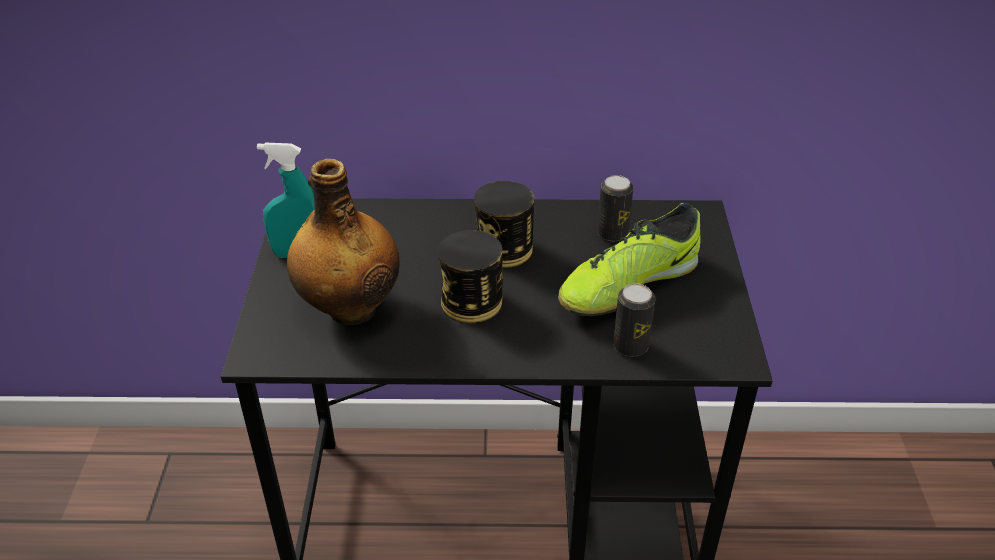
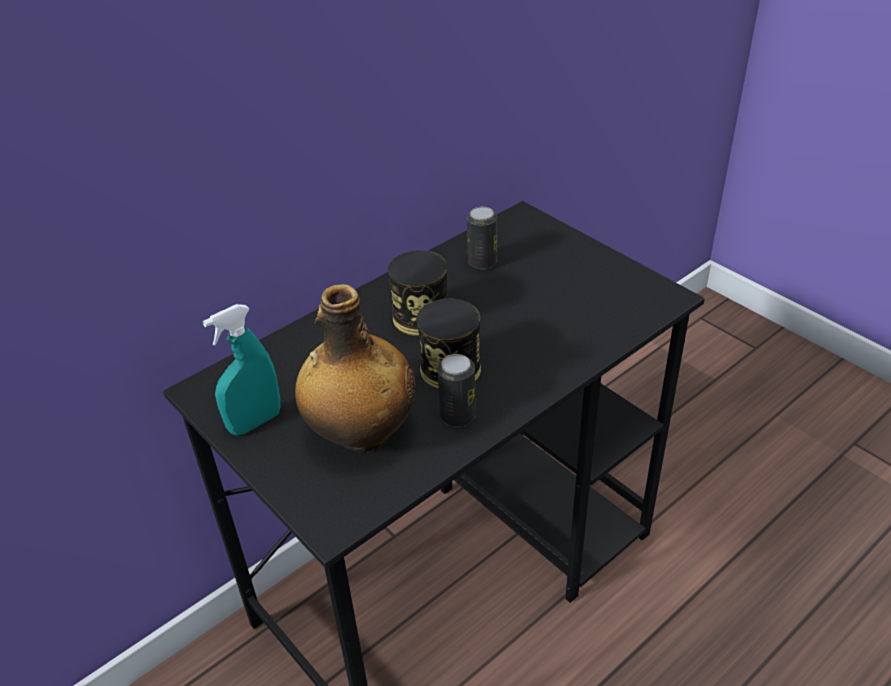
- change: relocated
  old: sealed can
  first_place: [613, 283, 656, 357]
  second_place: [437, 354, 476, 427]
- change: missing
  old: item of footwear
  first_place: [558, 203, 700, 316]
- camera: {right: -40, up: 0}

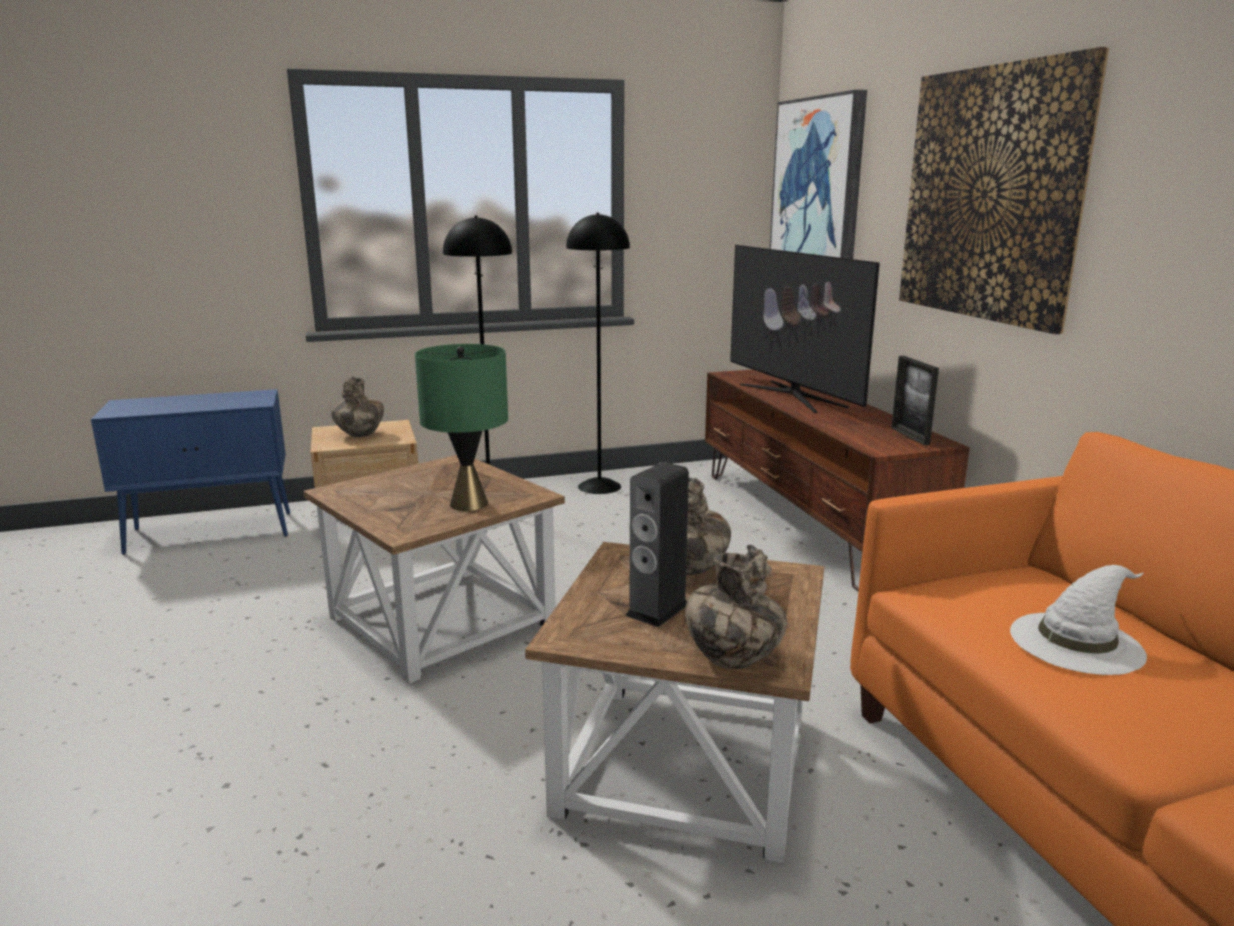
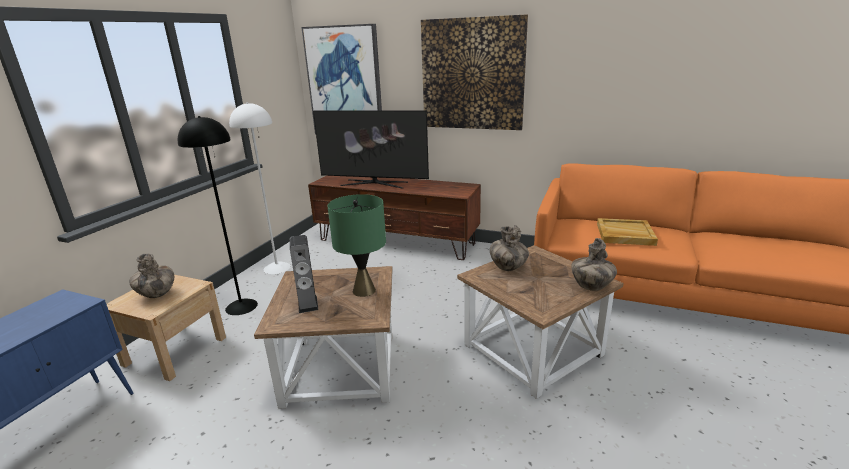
- change: colour
  old: black-coloured floor lamp
  new: white floor lamp
  first_place: [566, 213, 630, 494]
  second_place: [229, 102, 291, 274]
- change: relocated
  old: audio speaker
  first_place: [625, 462, 689, 627]
  second_place: [290, 235, 318, 313]
- change: exchanged
  old: white clothing hat
  new: sand-coloured carrying tray
  first_place: [1010, 565, 1147, 675]
  second_place: [597, 218, 658, 246]
- change: missing
  old: picture frame
  first_place: [891, 356, 939, 445]
- camera: {right: -50, up: 5}

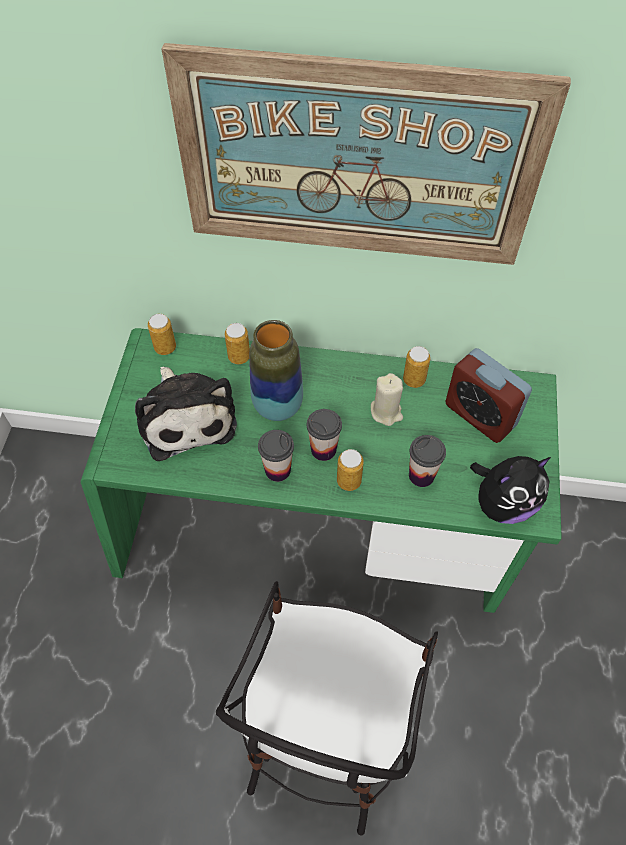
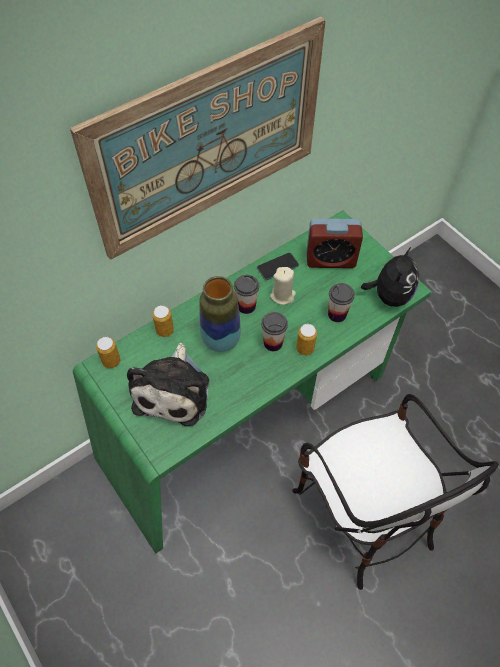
- change: spun
  old: cuddly toy
  first_place: [135, 367, 237, 461]
  second_place: [127, 343, 209, 427]
  degrees: 75
- change: relocated
  old: drinking cup
  first_place: [258, 430, 294, 482]
  second_place: [234, 275, 259, 314]
- change: exchanged
  old: sealed can
  new: phone
  first_place: [403, 346, 431, 388]
  second_place: [257, 253, 299, 280]
- camera: {right: -45, up: 0}

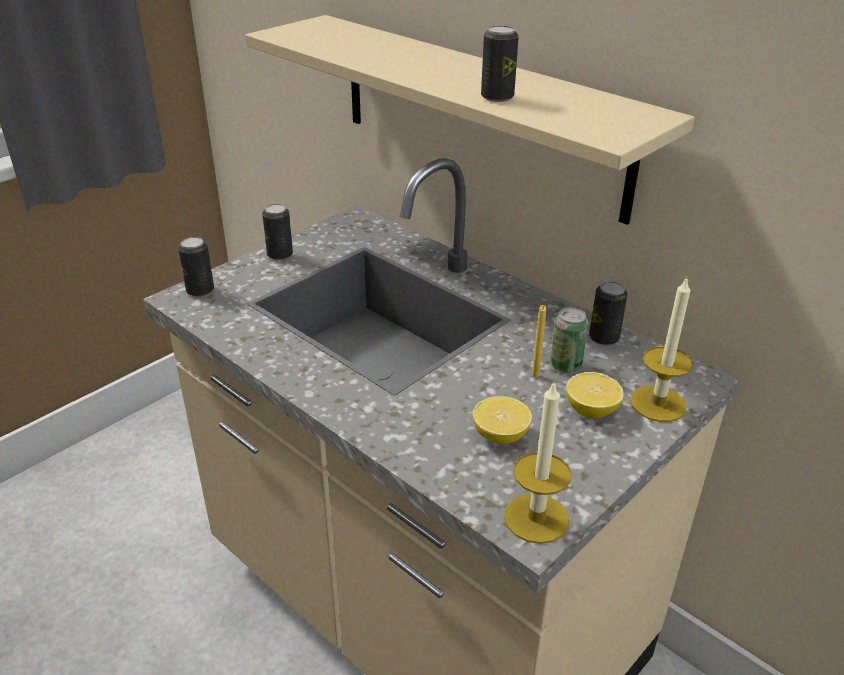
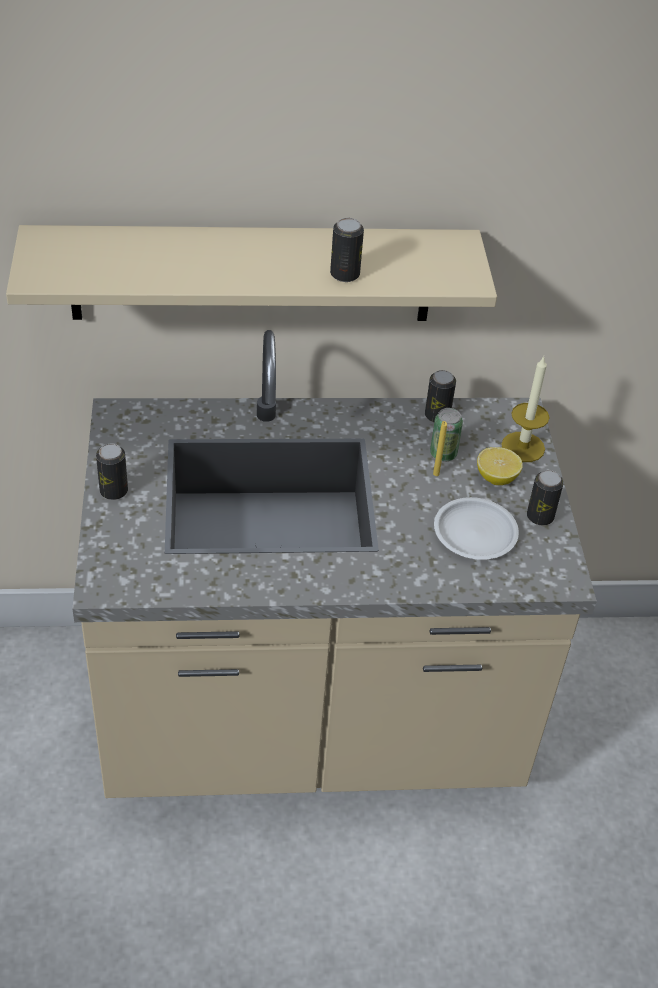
- change: exchanged
  old: whole lemon
  new: white dinner plate
  first_place: [472, 396, 532, 444]
  second_place: [434, 497, 519, 560]
- change: relocated
  old: sealed can
  first_place: [178, 237, 214, 297]
  second_place: [527, 470, 564, 525]
- change: missing
  old: wax light
  first_place: [504, 380, 571, 544]
- camera: {right: -50, up: 10}

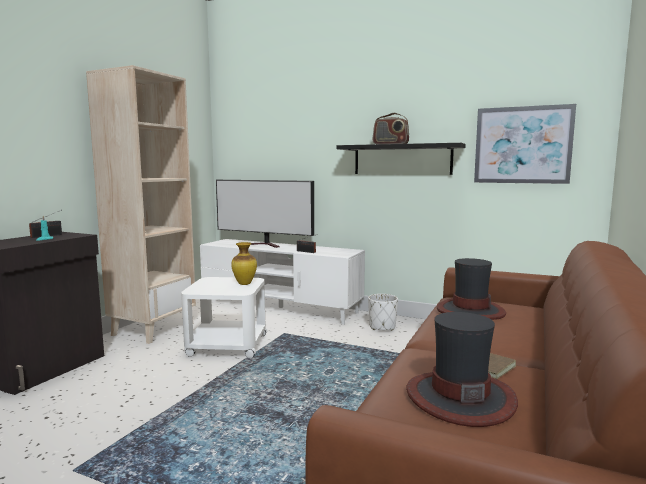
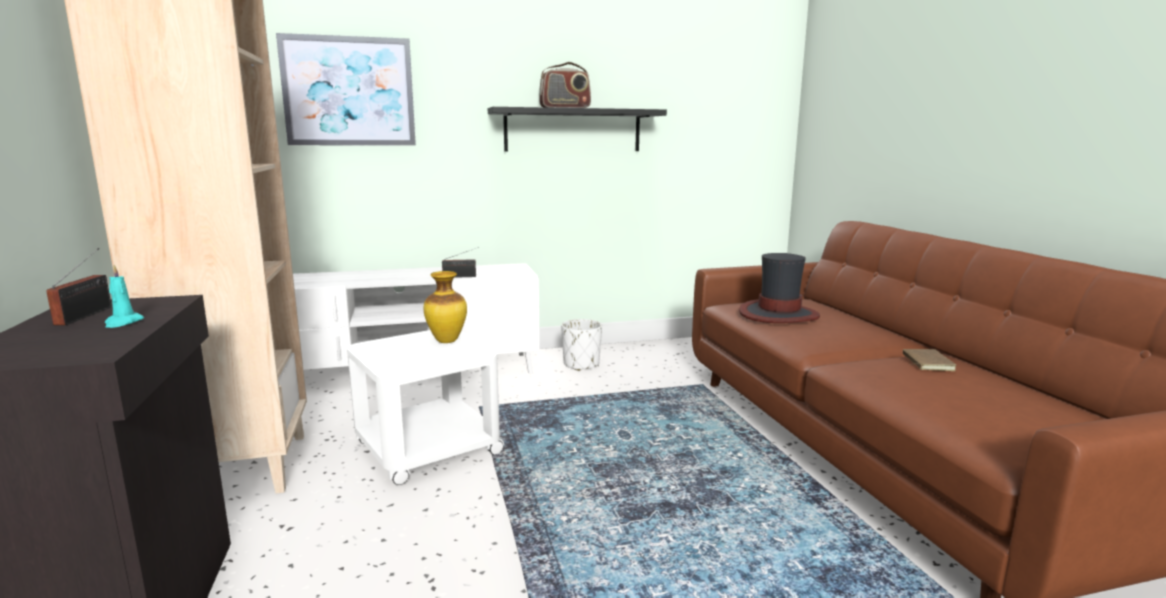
- change: relocated
  old: wall picture
  first_place: [474, 104, 576, 184]
  second_place: [276, 33, 416, 146]
- change: missing
  old: TV
  first_place: [216, 180, 314, 248]
- change: missing
  old: clothing hat
  first_place: [406, 312, 518, 427]
- camera: {right: -40, up: 5}

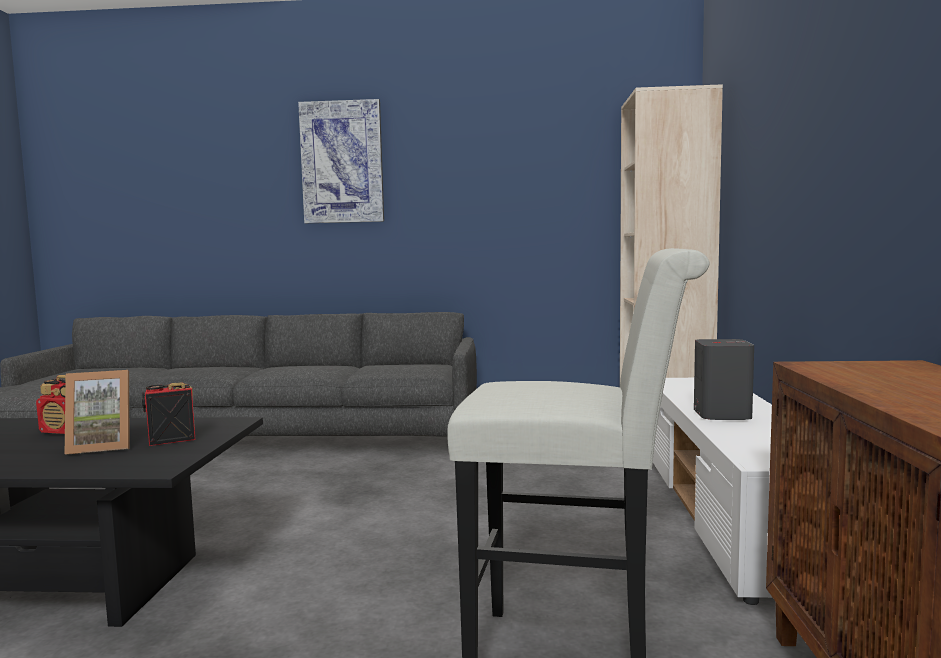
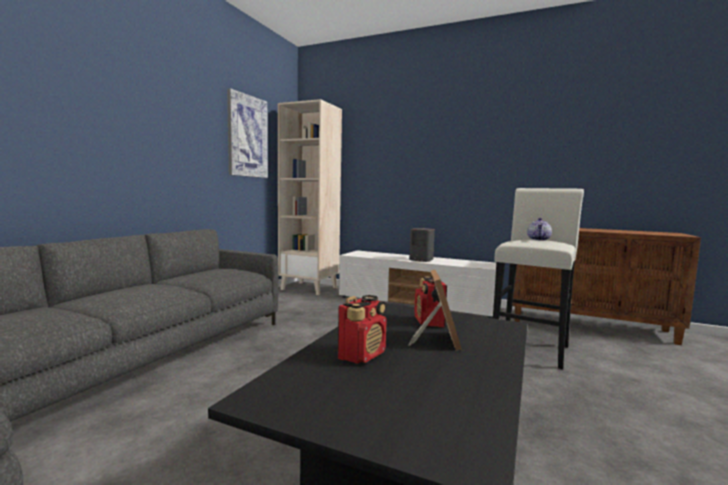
- change: relocated
  old: wall picture
  first_place: [298, 99, 384, 223]
  second_place: [227, 88, 268, 178]
- change: appeared
  new: pot for tea
  second_place: [527, 218, 552, 241]
- camera: {right: -70, up: 0}

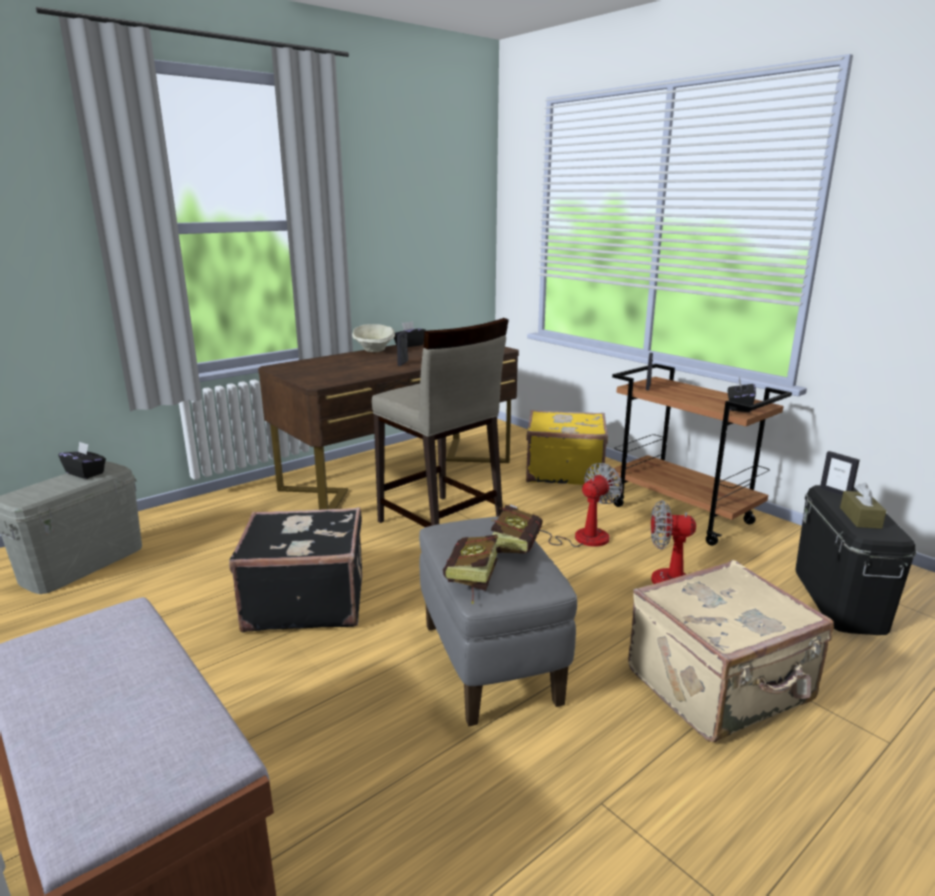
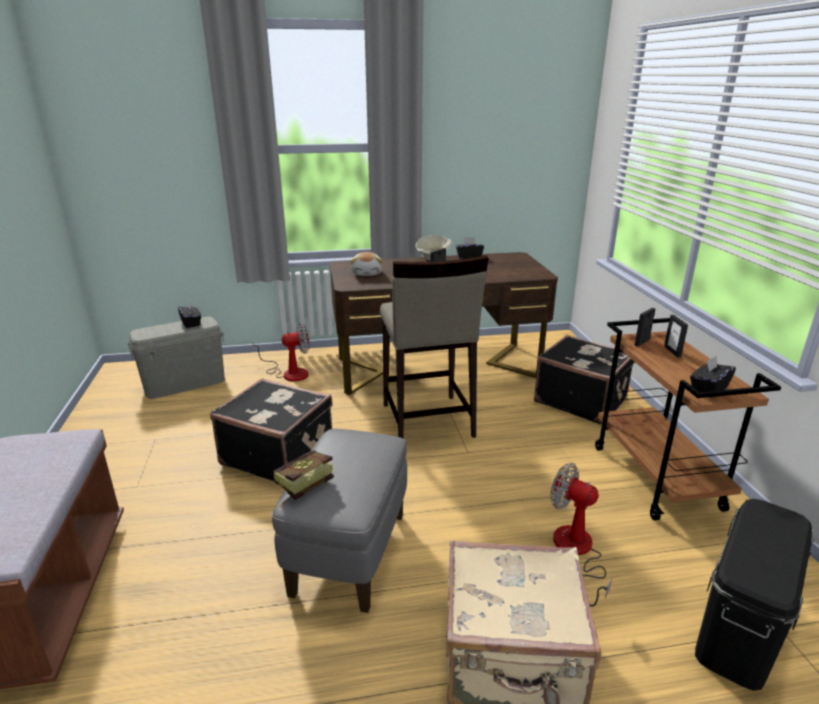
- change: relocated
  old: fan
  first_place: [510, 463, 623, 547]
  second_place: [252, 323, 310, 381]
- change: appeared
  new: cuddly toy
  second_place: [350, 252, 383, 276]
- change: colour
  old: yellow-coloured piece of luggage
  new: black-coloured piece of luggage
  first_place: [526, 410, 608, 485]
  second_place: [534, 335, 635, 425]
- change: relocated
  old: picture frame
  first_place: [820, 451, 860, 496]
  second_place: [664, 315, 688, 357]
- change: missing
  old: volume
  first_place: [491, 505, 543, 554]
- change: missing
  old: brown tissue box
  first_place: [840, 483, 886, 529]
- camera: {right: 30, up: 5}

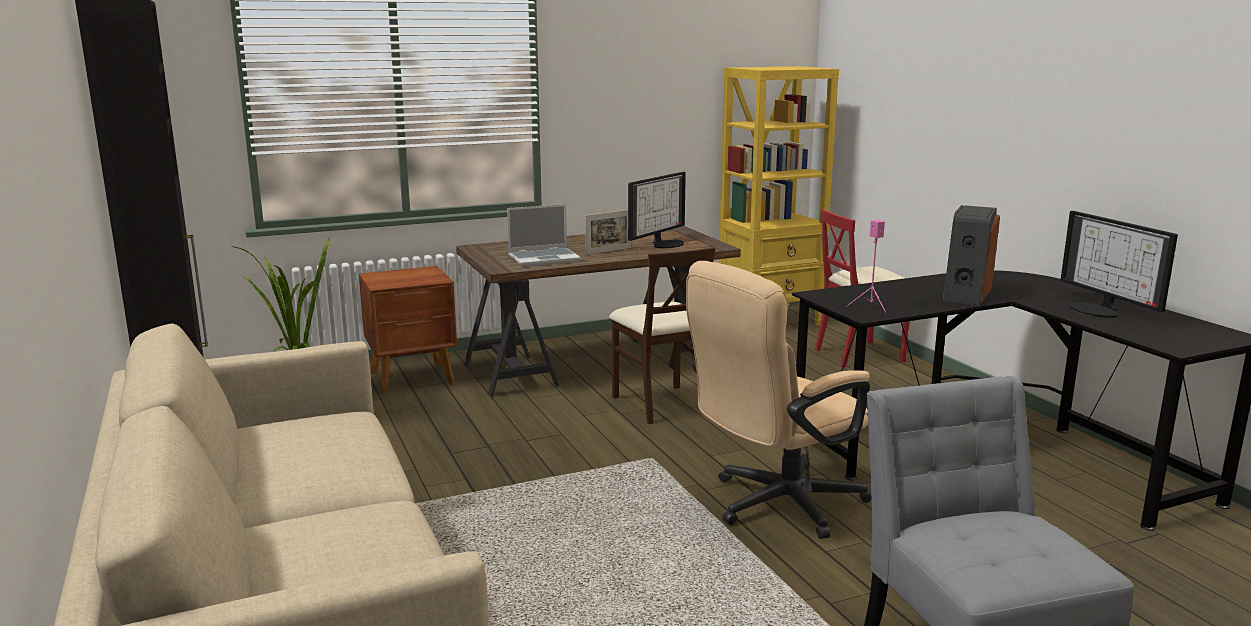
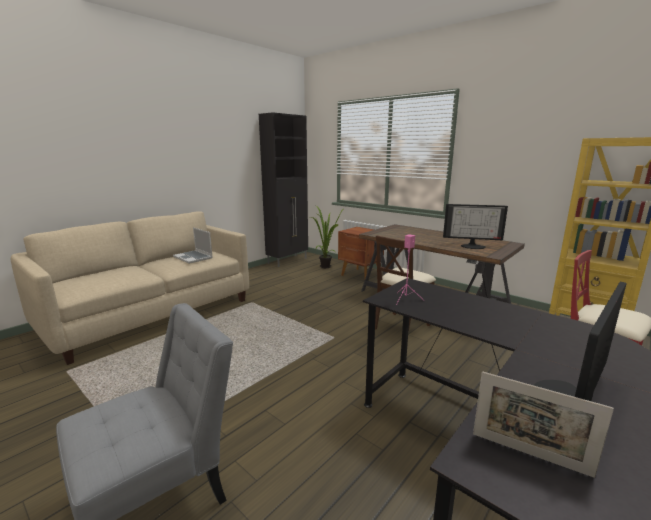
- change: relocated
  old: notebook computer
  first_place: [507, 204, 581, 267]
  second_place: [173, 227, 213, 264]
- change: relocated
  old: picture frame
  first_place: [585, 210, 632, 255]
  second_place: [473, 372, 614, 478]
- change: missing
  old: sand-coloured office chair
  first_place: [686, 261, 872, 539]
- change: missing
  old: audio speaker
  first_place: [943, 205, 1000, 305]
- camera: {right: 65, up: 0}

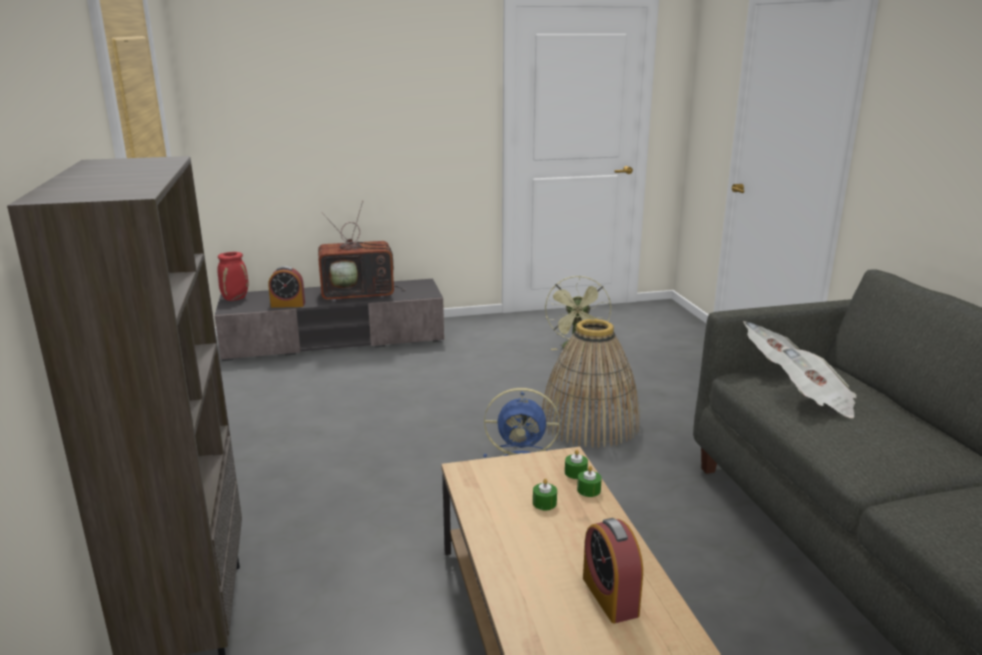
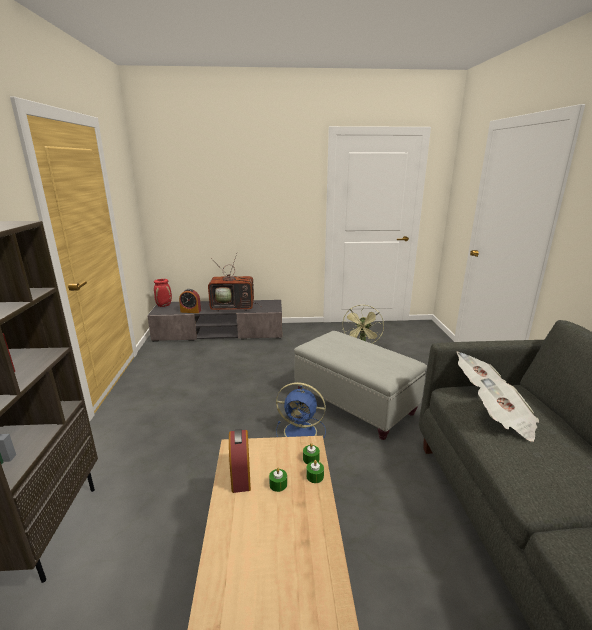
- change: relocated
  old: alarm clock
  first_place: [583, 518, 643, 623]
  second_place: [229, 429, 251, 493]
- change: exchanged
  old: household basket
  new: gray pouffe
  first_place: [542, 319, 640, 448]
  second_place: [294, 331, 427, 440]
- camera: {right: 10, up: 0}

